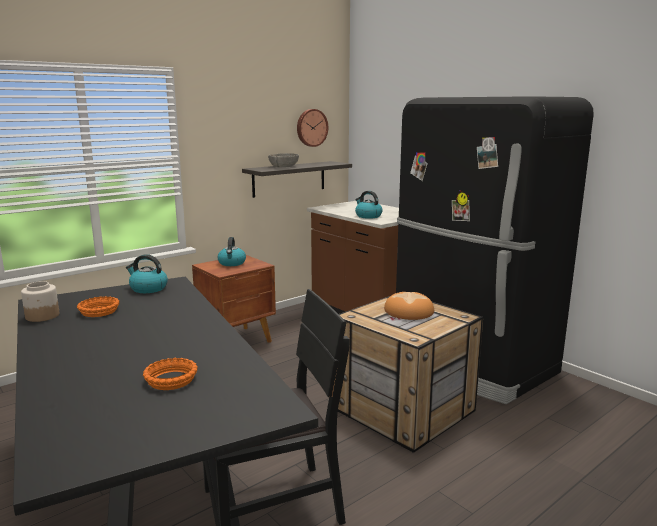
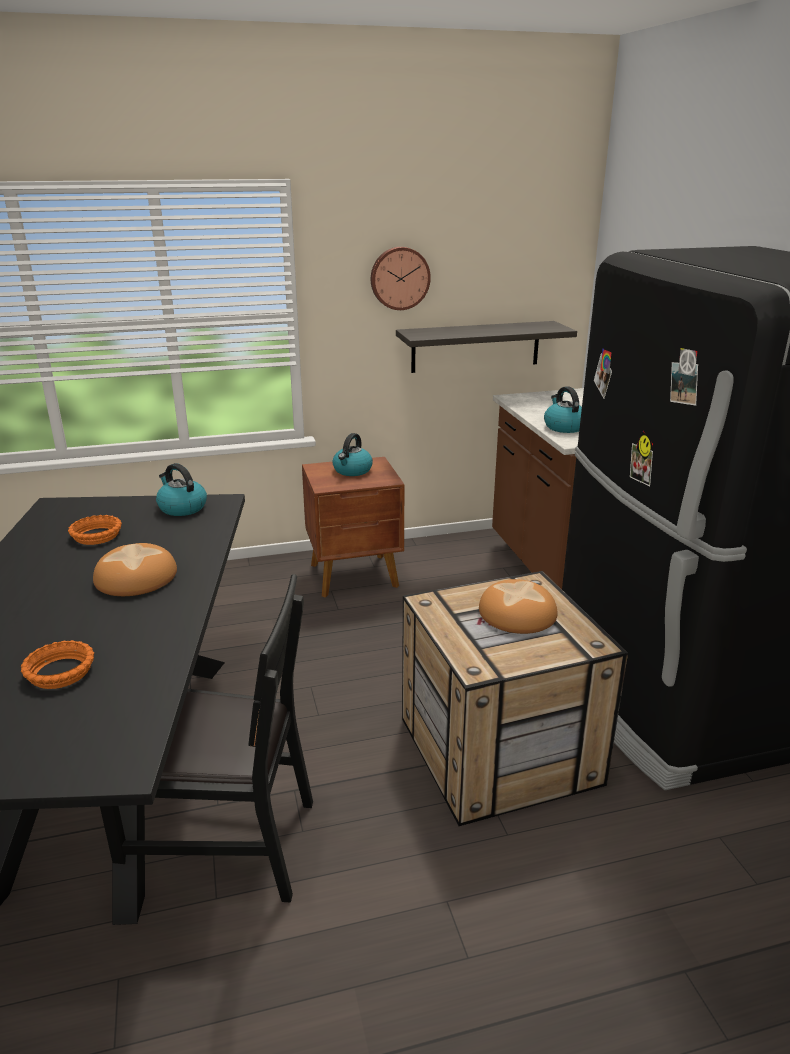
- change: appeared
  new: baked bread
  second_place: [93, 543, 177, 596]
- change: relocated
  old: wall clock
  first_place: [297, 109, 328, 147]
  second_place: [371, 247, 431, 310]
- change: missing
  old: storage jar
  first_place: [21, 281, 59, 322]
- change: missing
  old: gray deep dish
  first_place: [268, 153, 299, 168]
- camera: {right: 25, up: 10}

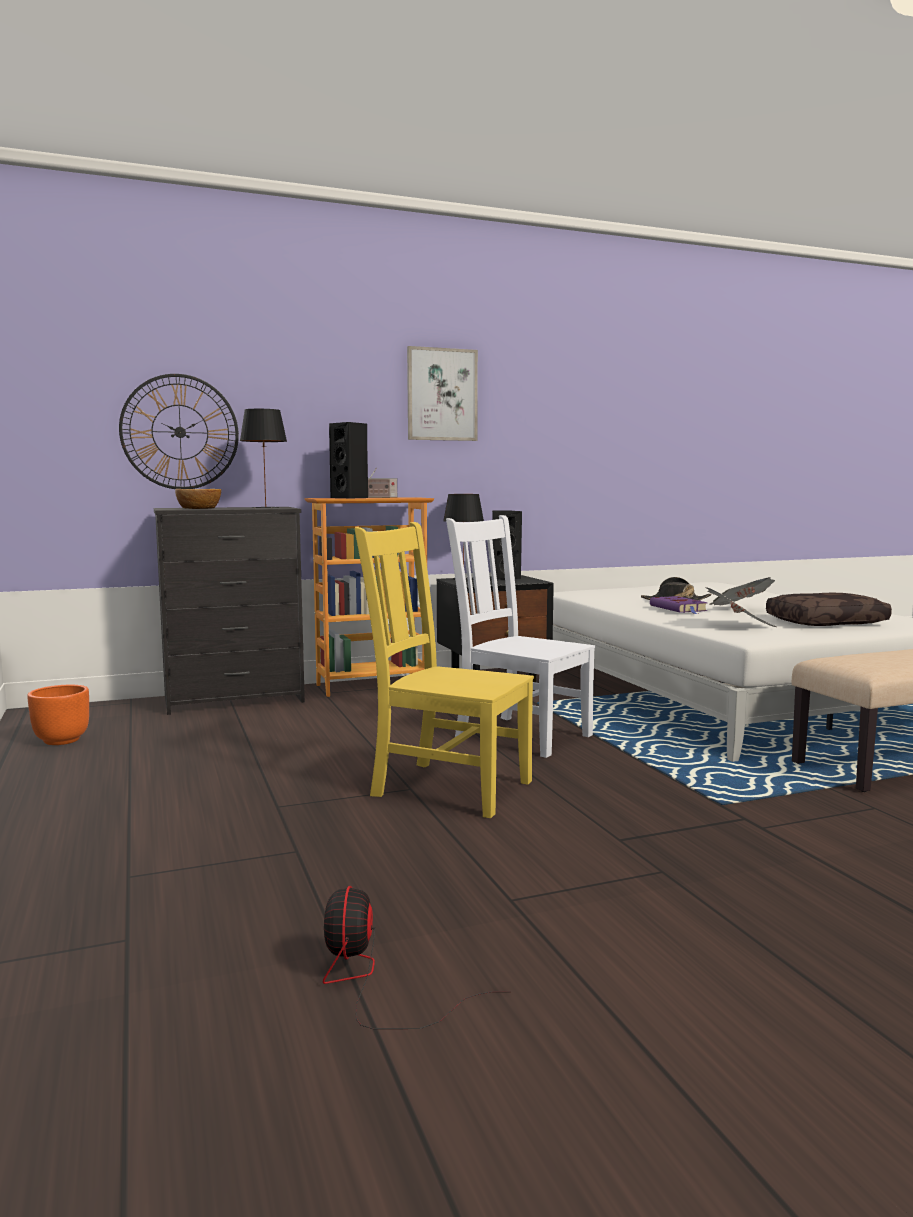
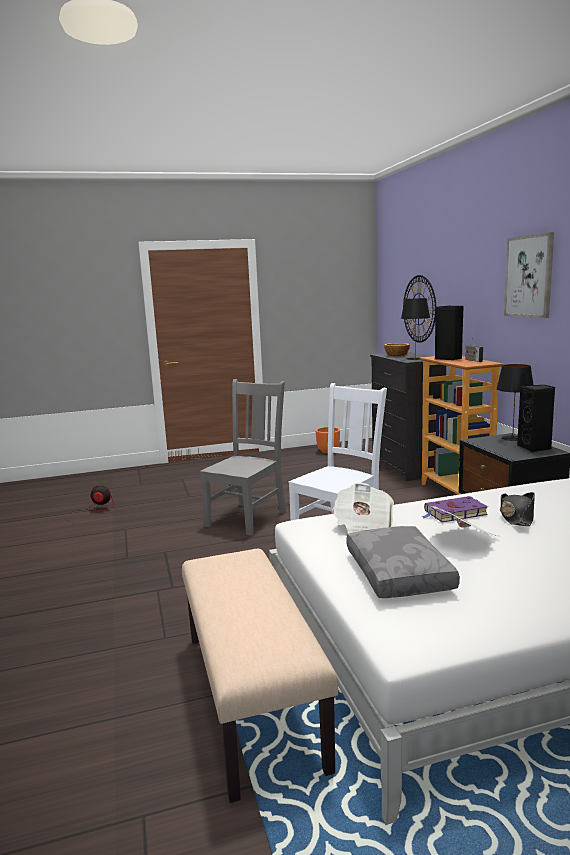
- change: colour
  old: yellow-coloured plain chair
  new: gray plain chair
  first_place: [354, 522, 534, 818]
  second_place: [200, 379, 286, 536]
- change: colour
  old: brown throw pillow
  new: gray throw pillow
  first_place: [766, 592, 892, 626]
  second_place: [346, 526, 460, 598]
- camera: {right: 95, up: 5}

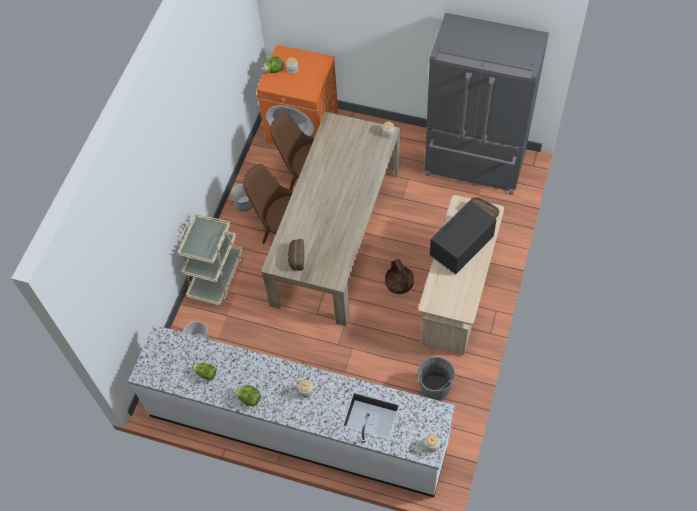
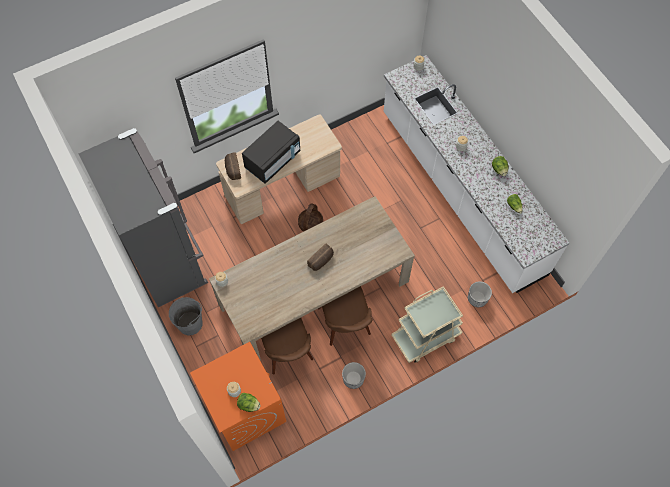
- change: relocated
  old: gray pail
  first_place: [418, 357, 455, 401]
  second_place: [169, 297, 203, 335]
- change: spun
  old: black-coloured microwave
  first_place: [430, 201, 497, 275]
  second_place: [242, 121, 300, 184]
  degrees: -45
- change: relocated
  old: baked bread
  first_place: [288, 239, 304, 271]
  second_place: [307, 244, 334, 271]
- camera: {right: -140, up: 5}

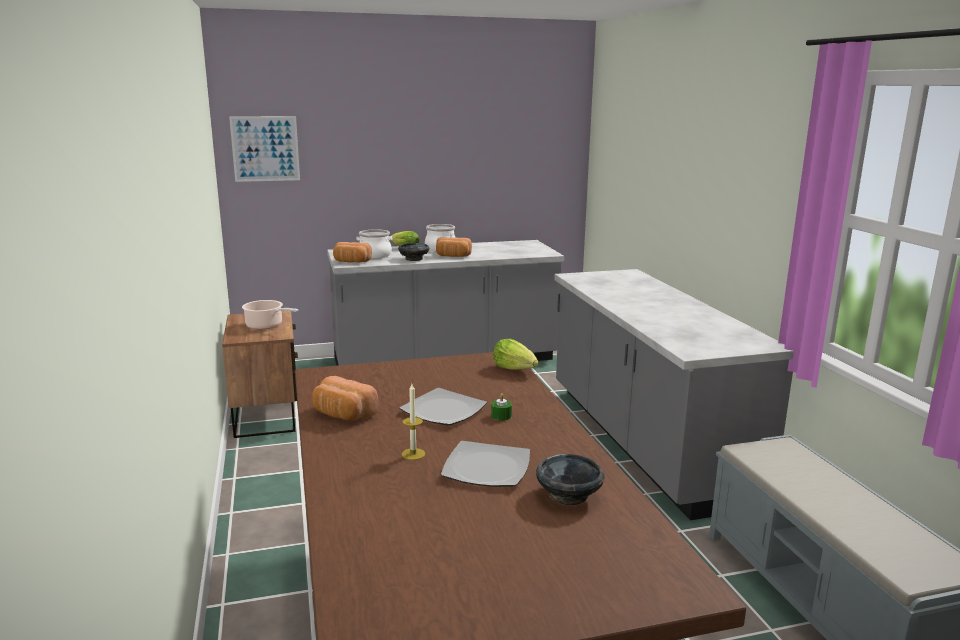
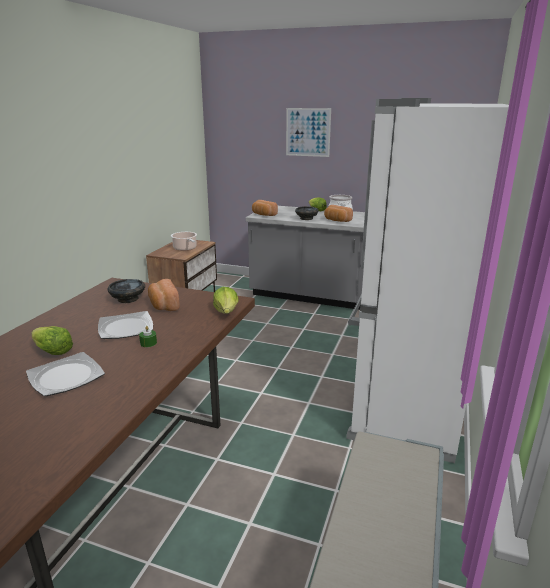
- change: exchanged
  old: wax light
  new: lettuce head
  first_place: [402, 384, 425, 460]
  second_place: [31, 326, 73, 355]
- change: relocated
  old: black-coloured deep dish
  first_place: [536, 454, 605, 506]
  second_place: [108, 279, 145, 303]
- change: relocated
  old: baked bread
  first_place: [312, 376, 378, 421]
  second_place: [148, 279, 180, 311]
- change: relocated
  old: wall picture
  first_place: [229, 116, 300, 182]
  second_place: [286, 108, 331, 157]
- change: exchanged
  old: gray counter
  new: white fridge
  first_place: [554, 269, 794, 520]
  second_place: [346, 98, 509, 463]
- change: missing
  old: cooking pot
  first_place: [356, 229, 392, 259]
- camera: {right: 35, up: 5}

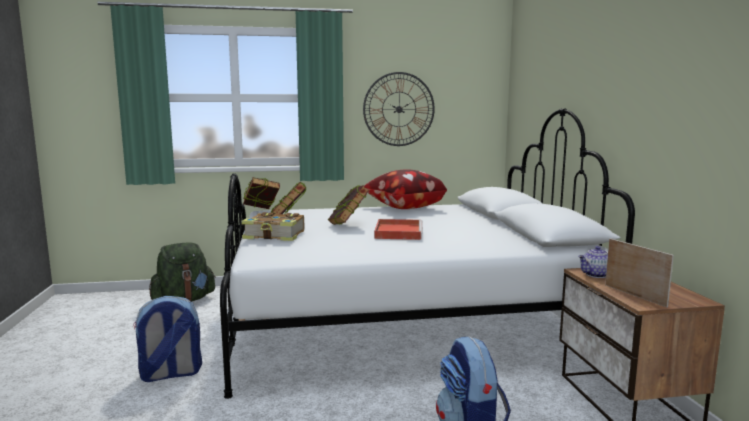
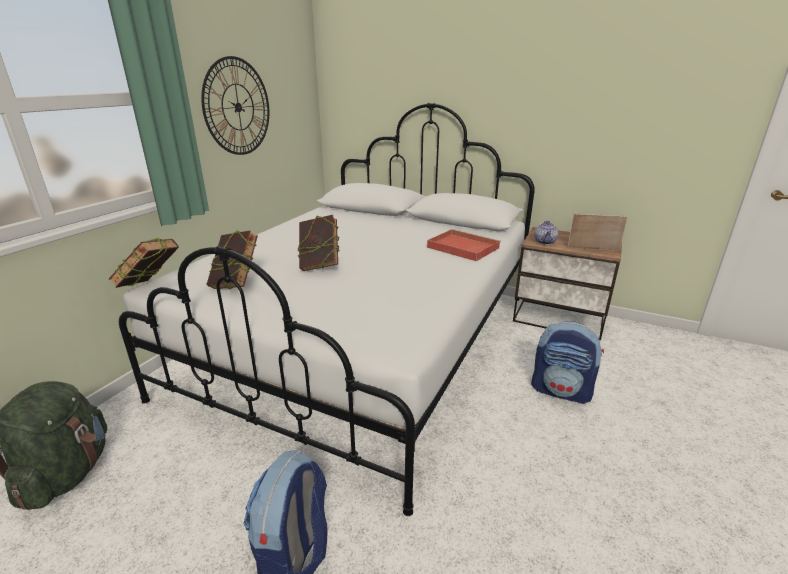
- change: relocated
  old: red carrying tray
  first_place: [374, 219, 423, 240]
  second_place: [427, 229, 501, 261]
- change: missing
  old: volume
  first_place: [241, 212, 304, 241]
- change: missing
  old: throw pillow
  first_place: [364, 170, 447, 209]
- camera: {right: -55, up: 15}

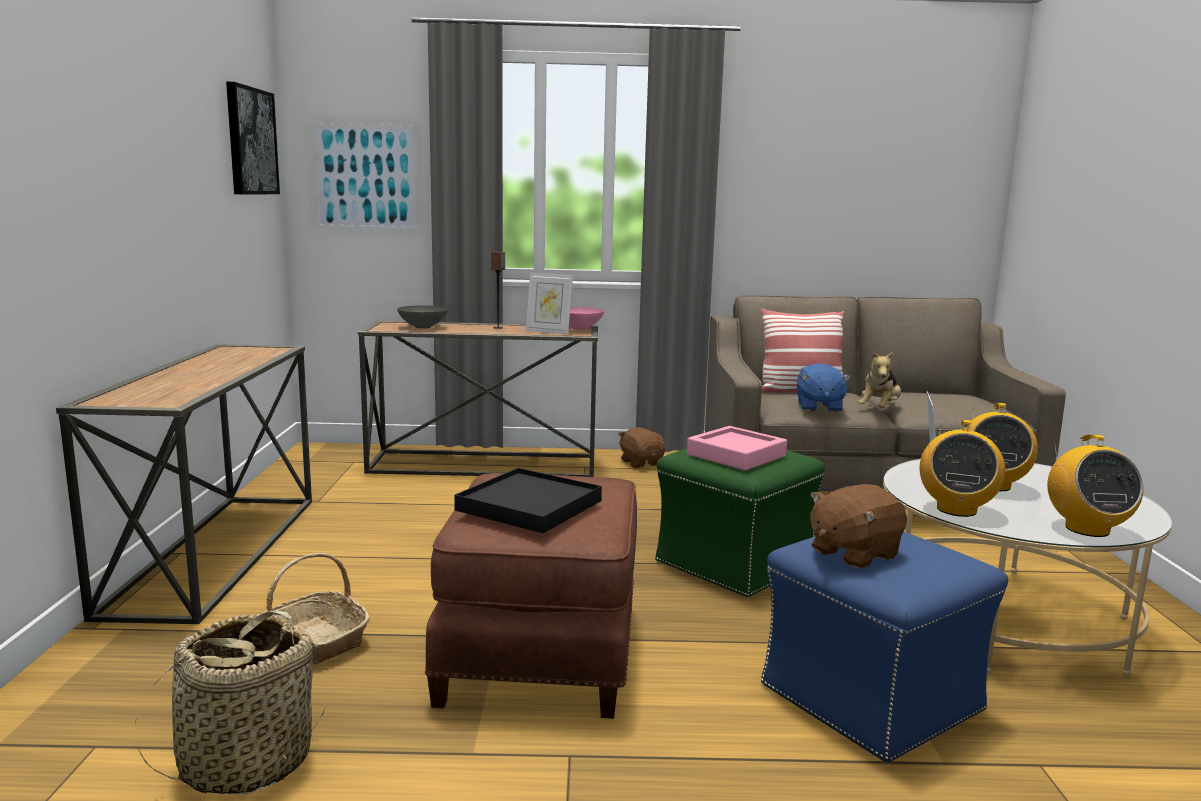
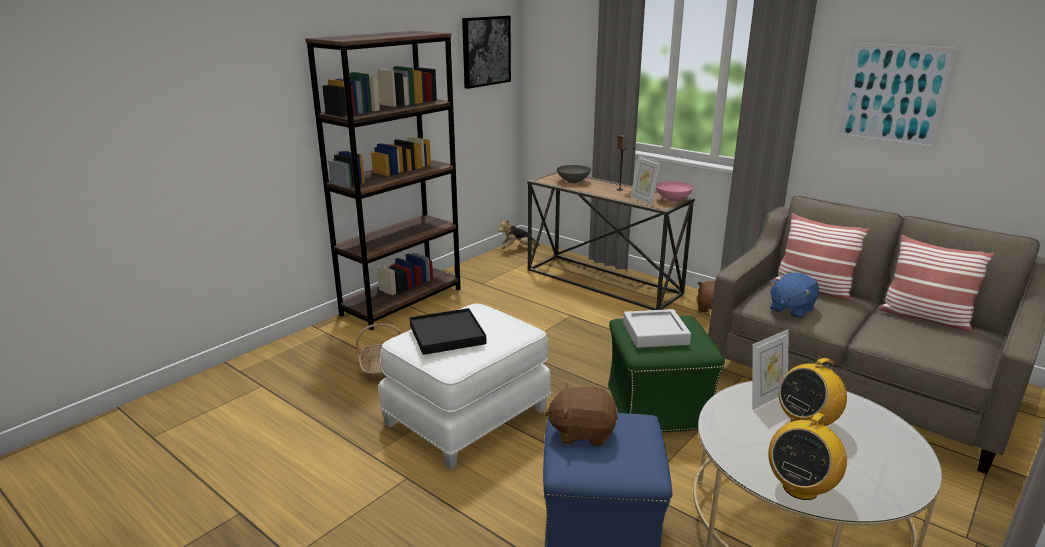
- change: exchanged
  old: hall table
  new: brown shelving unit
  first_place: [56, 344, 312, 624]
  second_place: [305, 31, 461, 331]
- change: colour
  old: brown pouffe
  new: white pouffe
  first_place: [425, 473, 637, 719]
  second_place: [379, 303, 551, 470]
- change: relocated
  old: cuddly toy
  first_place: [858, 351, 901, 408]
  second_place: [499, 219, 539, 248]
- change: colour
  old: pink-coloured carrying tray
  new: gray carrying tray
  first_place: [687, 426, 787, 470]
  second_place: [623, 309, 691, 348]
- change: relocated
  old: wall picture
  first_place: [311, 123, 418, 231]
  second_place: [834, 43, 959, 149]
- change: appeared
  new: throw pillow
  second_place: [879, 235, 995, 332]
- change: missing
  old: household basket
  first_place: [135, 611, 326, 794]
- change: missing
  old: radio
  first_place: [920, 420, 1005, 517]
- camera: {right: 40, up: 10}

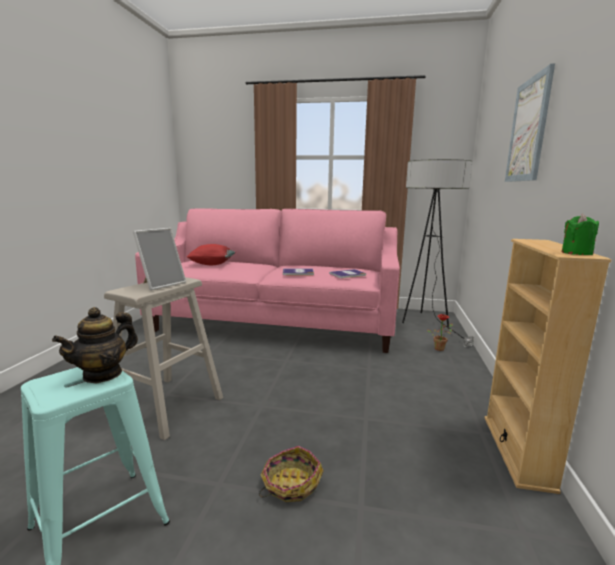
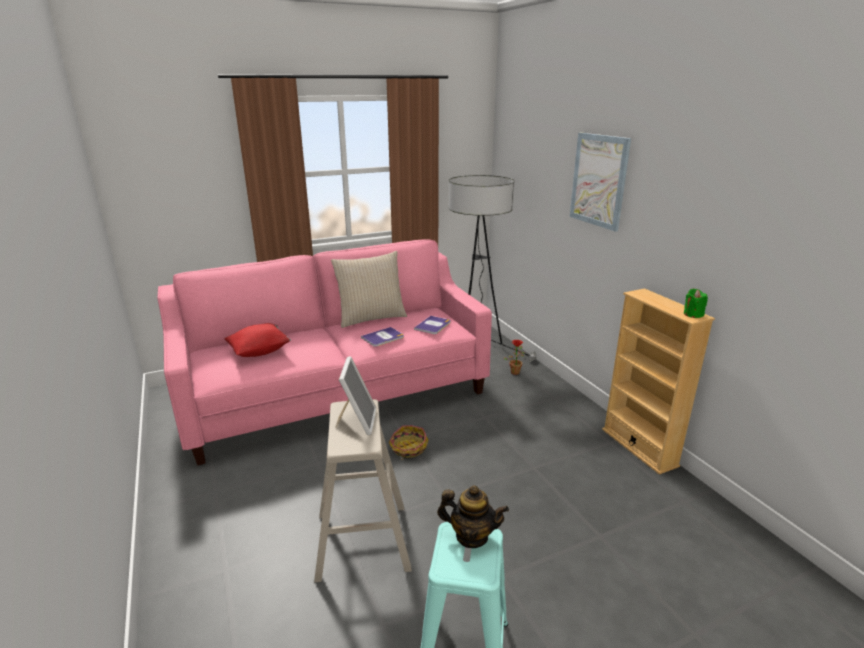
- change: appeared
  new: sand-coloured throw pillow
  second_place: [331, 251, 407, 328]
- change: relocated
  old: household basket
  first_place: [259, 446, 324, 502]
  second_place: [388, 425, 429, 460]
- change: spun
  old: pot for tea
  first_place: [52, 307, 138, 383]
  second_place: [437, 485, 509, 548]
  degrees: -75
- camera: {right: -35, up: 10}

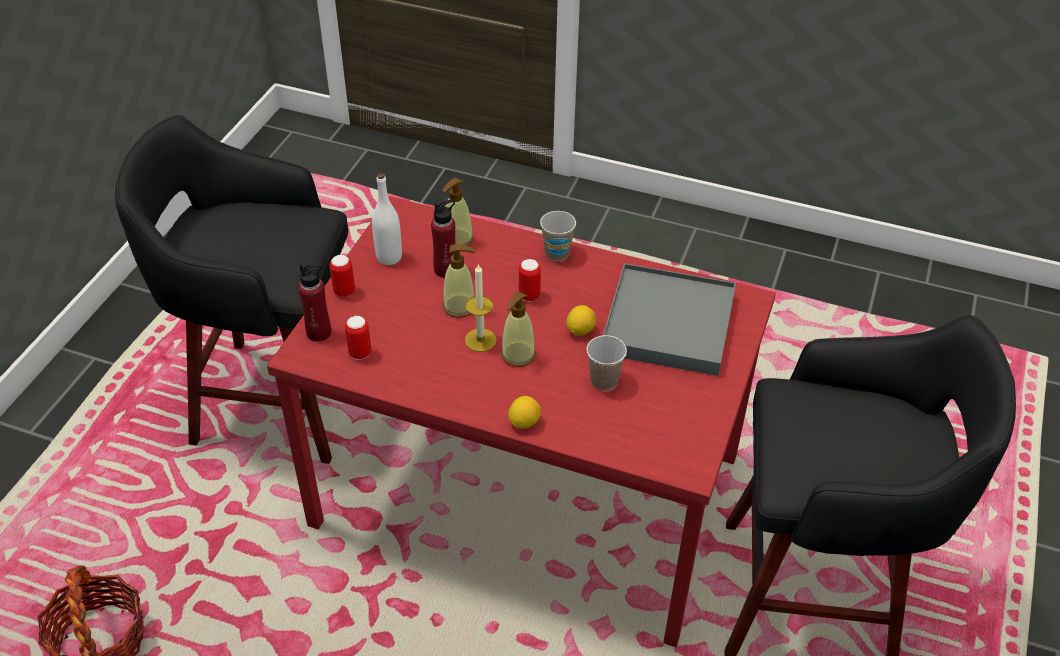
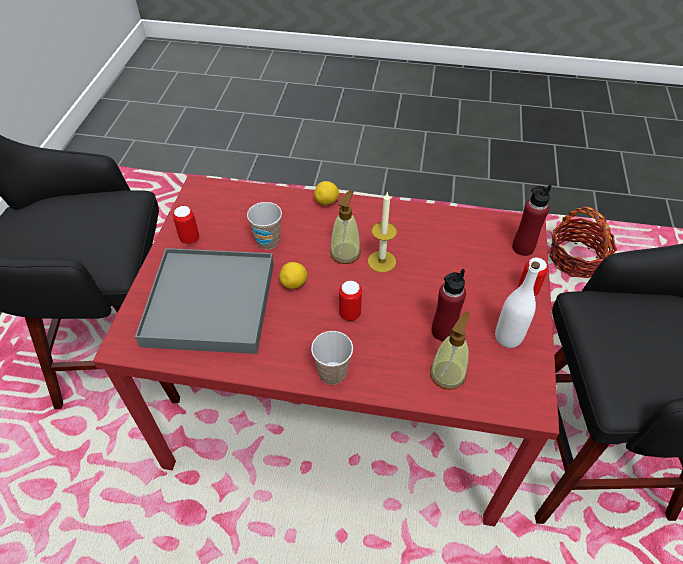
- change: relocated
  old: sealed can
  first_place: [345, 316, 371, 360]
  second_place: [173, 206, 199, 244]
- change: missing
  old: soap bottle
  first_place: [443, 244, 475, 318]
- camera: {right: 170, up: 5}

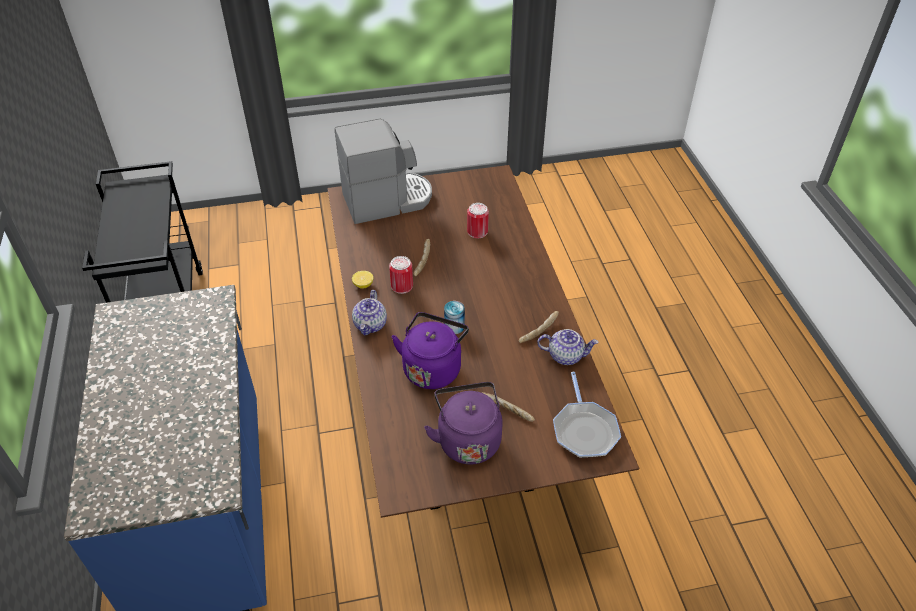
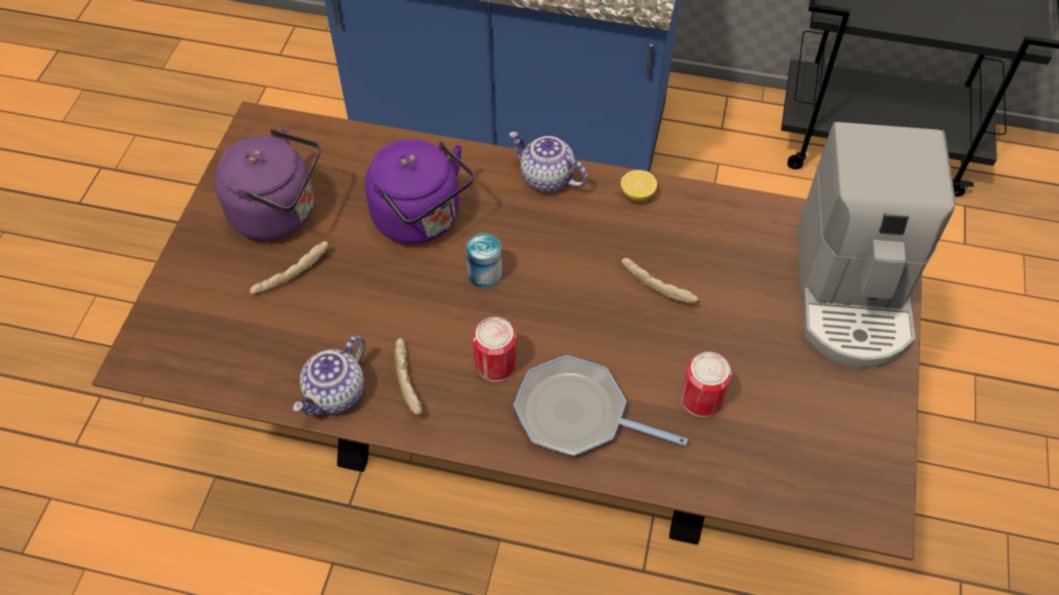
- change: relocated
  old: sealed can
  first_place: [389, 256, 413, 294]
  second_place: [473, 317, 517, 382]
- change: relocated
  old: pan
  first_place: [553, 372, 621, 457]
  second_place: [513, 355, 688, 456]
- camera: {right: 115, up: 10}

